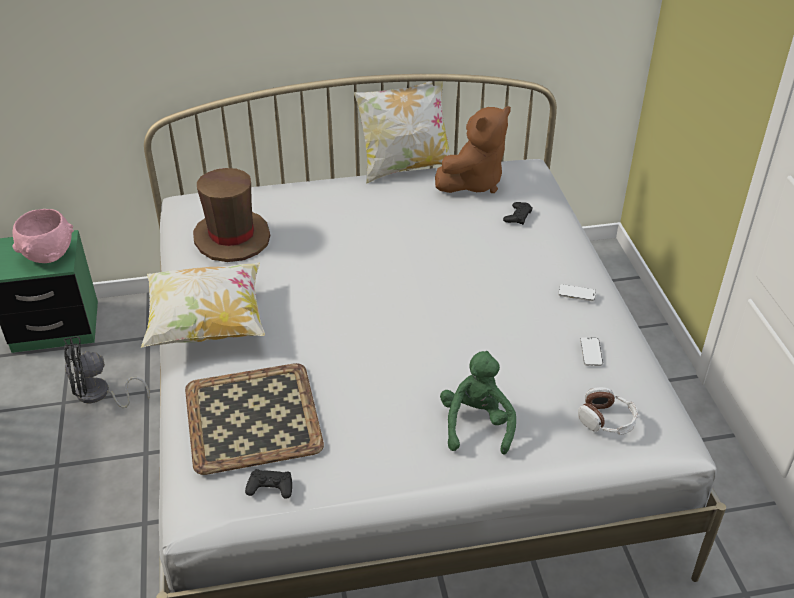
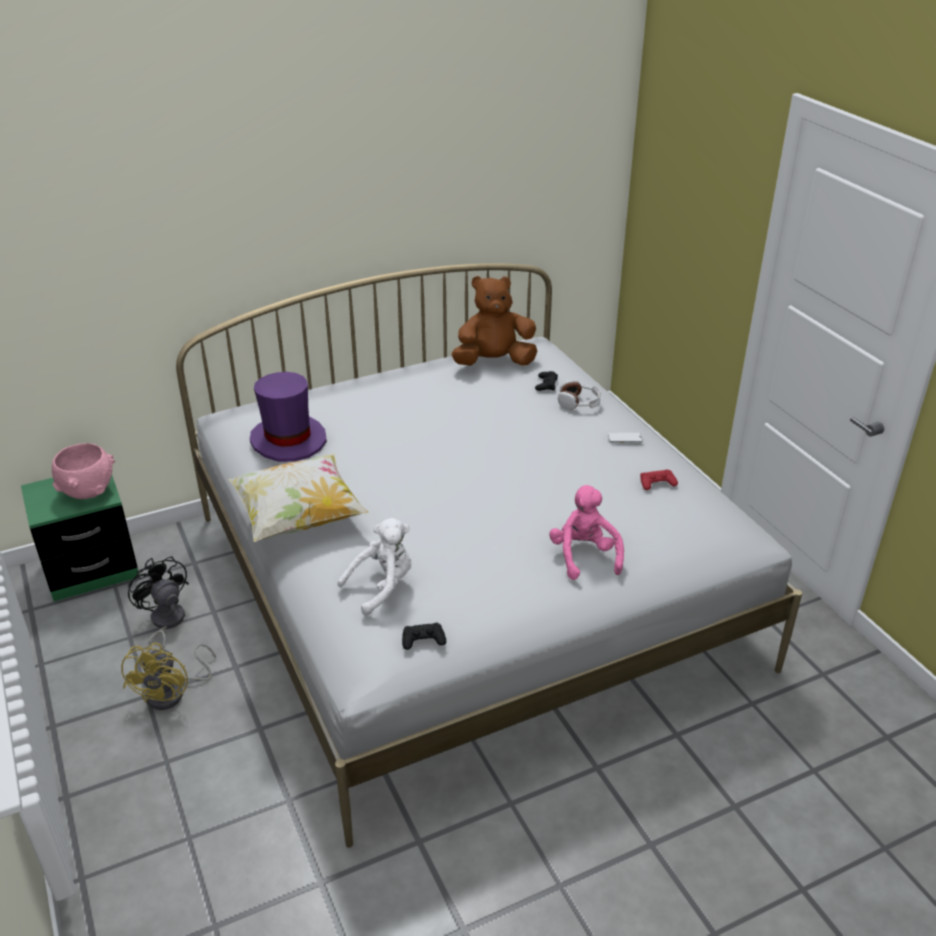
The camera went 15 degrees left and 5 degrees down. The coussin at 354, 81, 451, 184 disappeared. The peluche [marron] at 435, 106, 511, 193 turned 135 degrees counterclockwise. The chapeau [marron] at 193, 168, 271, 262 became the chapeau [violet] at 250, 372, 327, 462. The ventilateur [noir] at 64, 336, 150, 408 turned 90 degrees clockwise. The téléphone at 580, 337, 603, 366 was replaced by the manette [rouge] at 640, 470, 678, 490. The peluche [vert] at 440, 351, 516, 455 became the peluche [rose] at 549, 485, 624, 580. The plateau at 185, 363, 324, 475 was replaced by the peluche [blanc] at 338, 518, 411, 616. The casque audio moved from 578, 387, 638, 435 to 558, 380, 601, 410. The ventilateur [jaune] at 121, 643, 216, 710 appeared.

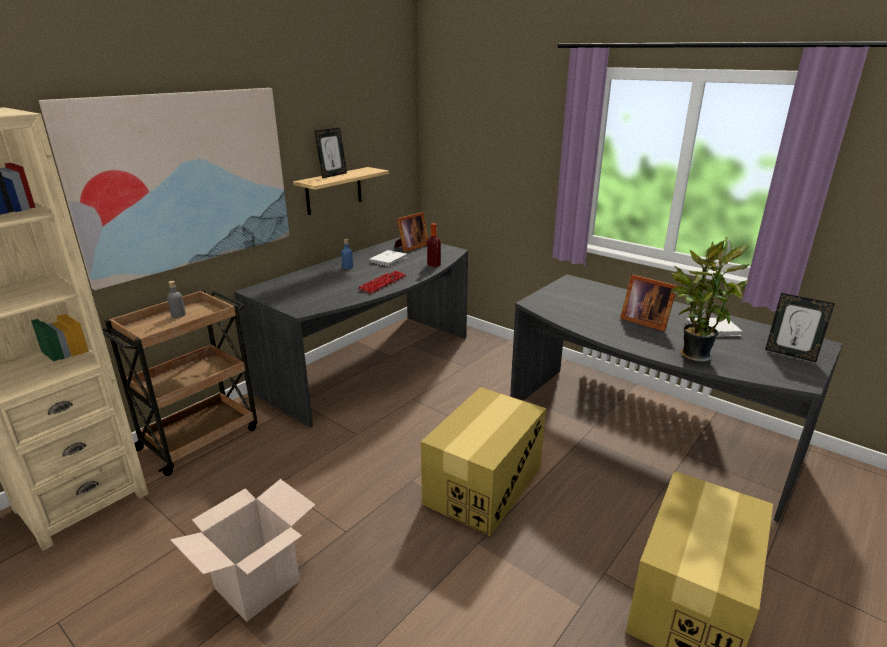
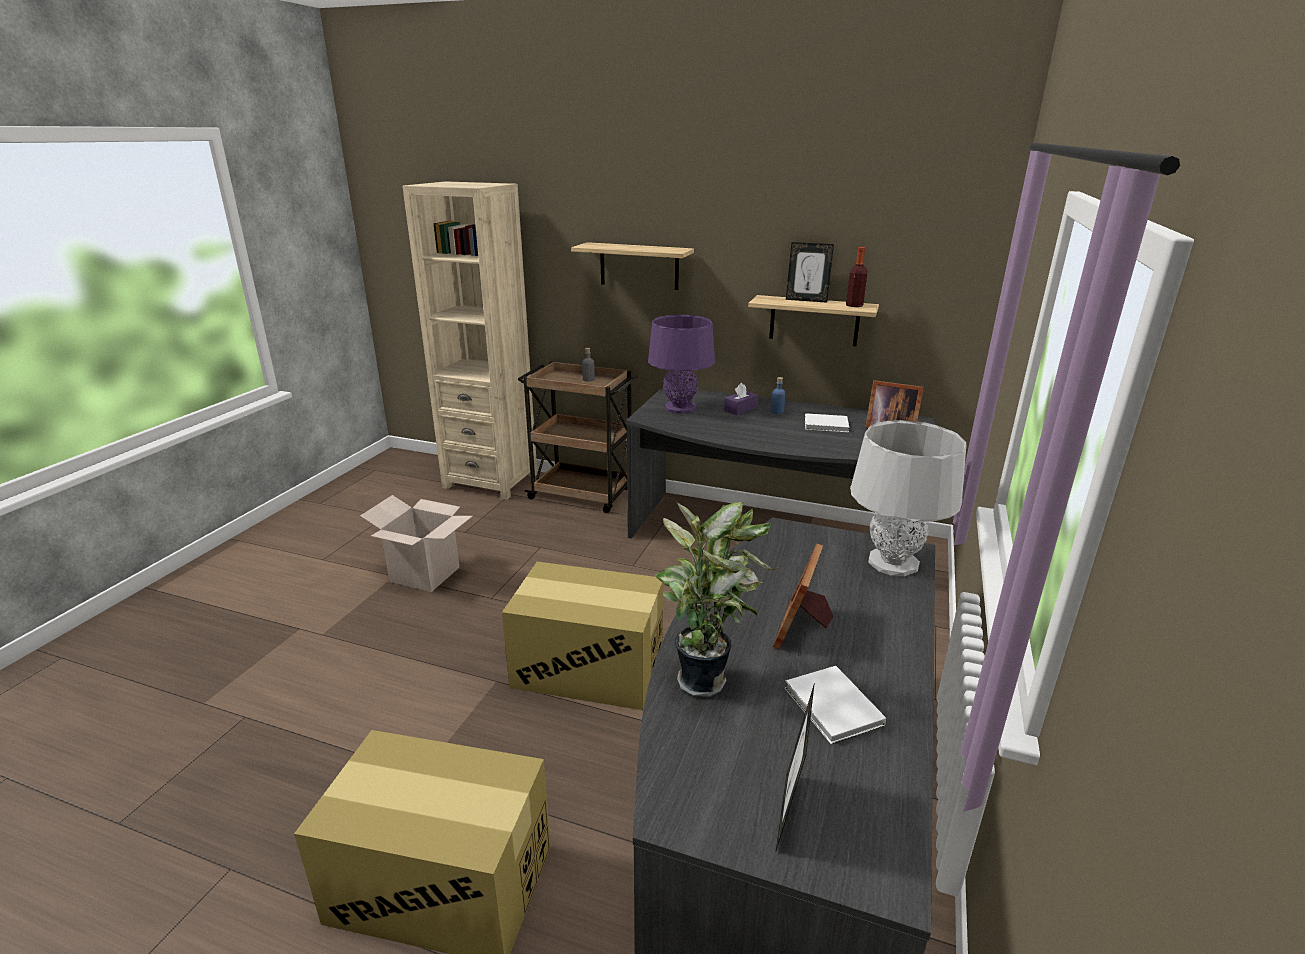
The camera went 70 degrees right and 0 degrees up. The tableau at 38, 88, 290, 290 was replaced by the étagère at 571, 242, 694, 290. The bouteille moved from 427, 223, 441, 267 to 846, 247, 868, 307. The clavier at 358, 271, 407, 294 disappeared. The lampe de table [violet] at 648, 314, 715, 414 appeared. The boîte à mouchoirs [violet] at 724, 383, 758, 415 appeared. The lampe de table [gris] at 850, 420, 966, 576 appeared.

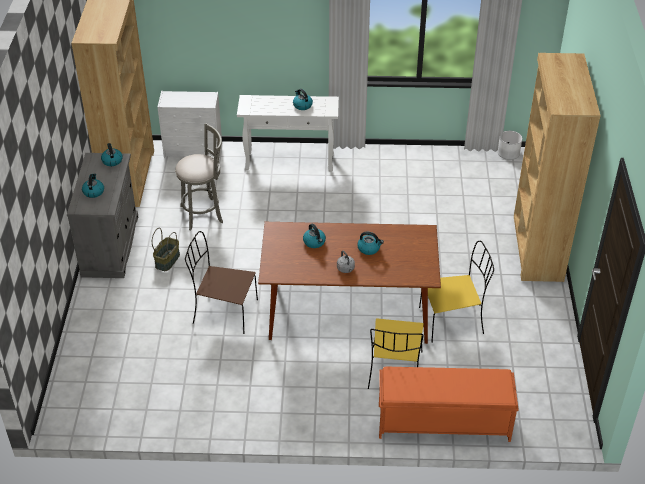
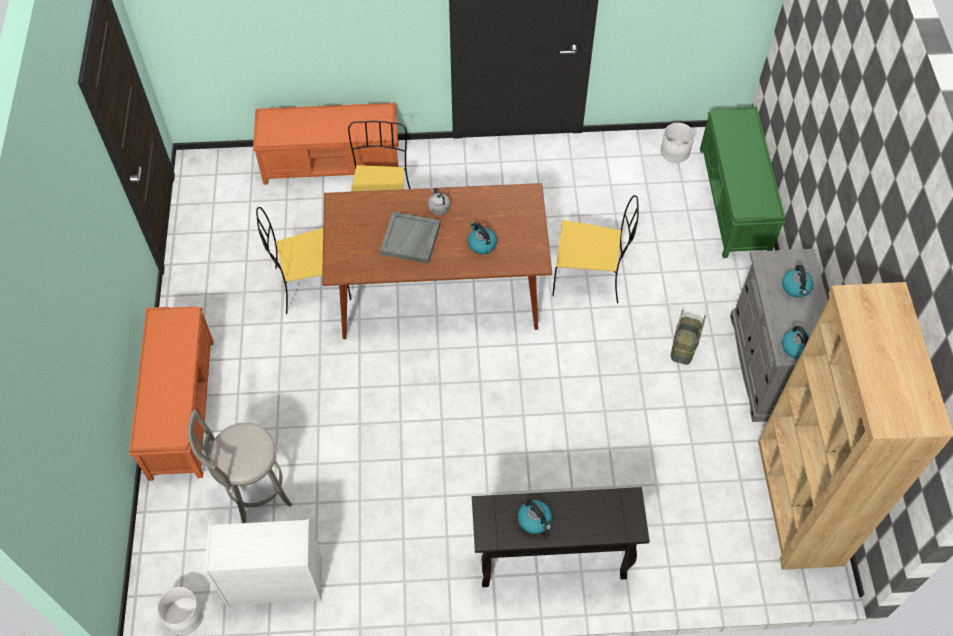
The camera went 175 degrees right and 15 degrees up. The bibliothèque [marron] at 514, 53, 601, 282 was replaced by the banc [orange] at 129, 306, 214, 481. The commode [blanc] moved from 157, 91, 222, 159 to 205, 519, 322, 607. The table console [blanc] at 237, 95, 339, 172 became the table console [noir] at 472, 487, 650, 587. The tabouret [gris] moved from 175, 123, 223, 231 to 188, 409, 292, 523. The chaise [marron] at 185, 231, 258, 334 became the chaise [jaune] at 552, 195, 639, 304. The bouilloire at 357, 232, 384, 255 was replaced by the plateau [gris] at 380, 212, 441, 264. The banc [vert] at 700, 107, 785, 258 appeared. The cache-pot [blanc] at 661, 123, 695, 163 appeared.

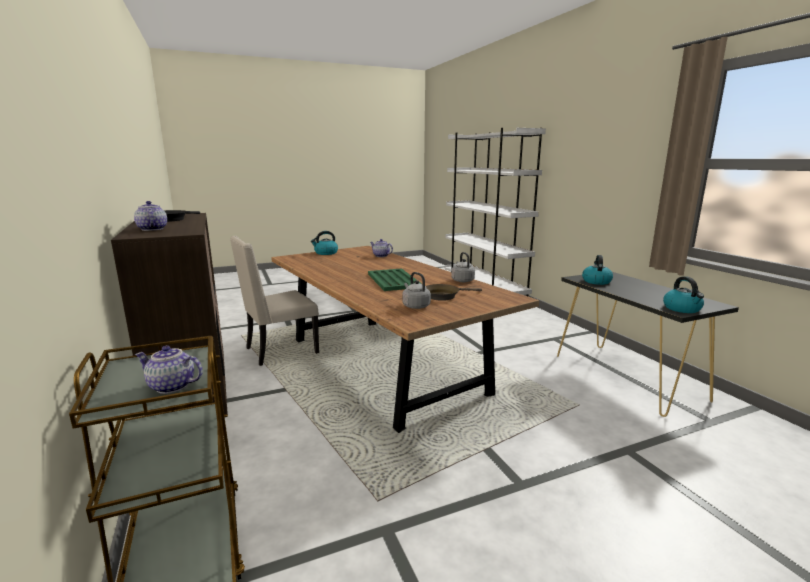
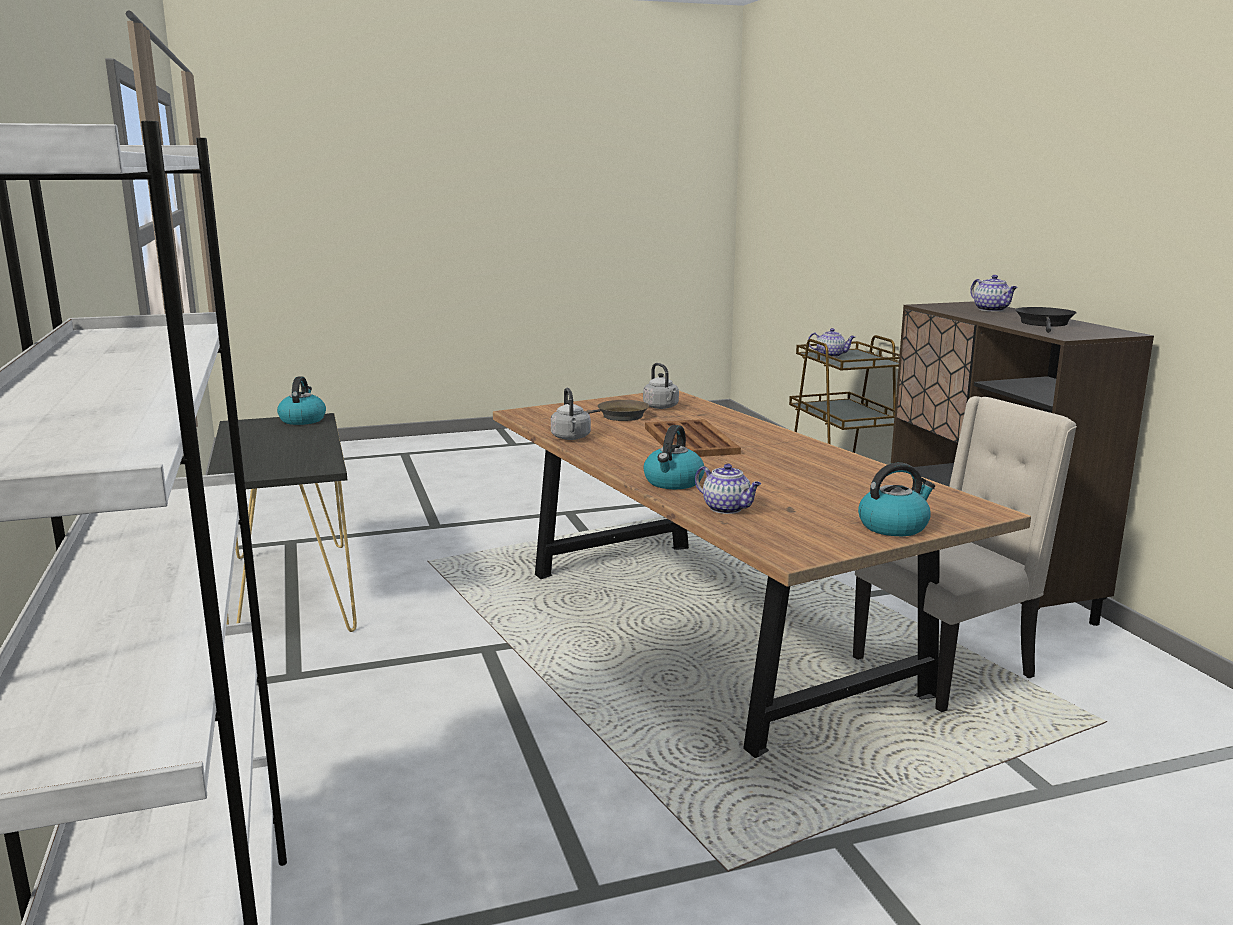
The camera went 175 degrees left and 0 degrees up. The bouilloire moved from 582, 255, 613, 285 to 643, 425, 705, 489. The plateau [vert] at 368, 268, 422, 291 became the plateau [marron] at 645, 419, 741, 457.

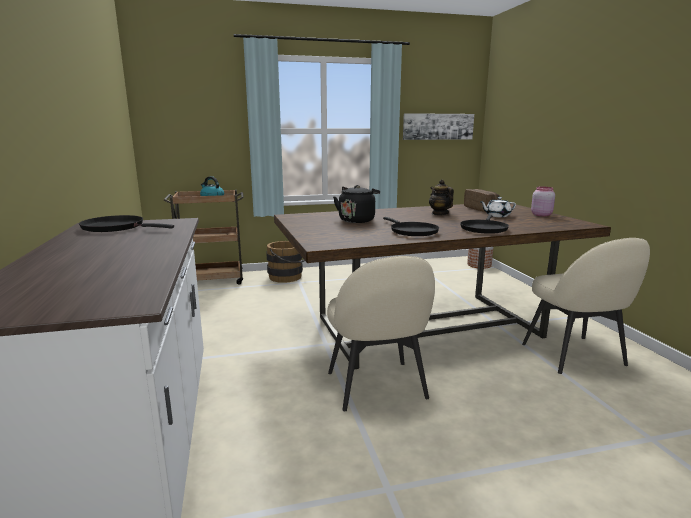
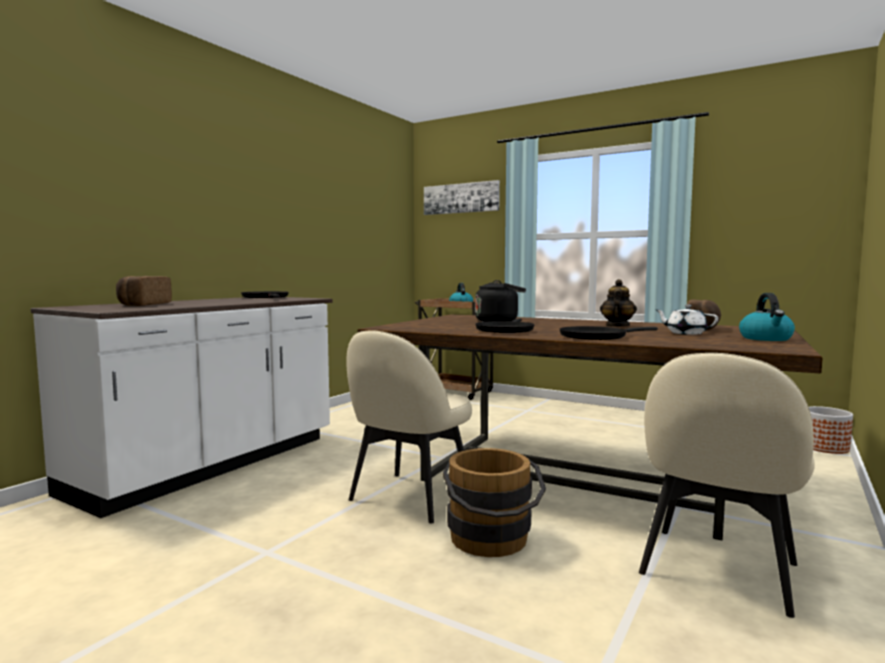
The camera went 45 degrees right and 10 degrees down. The tableau moved from 403, 113, 474, 140 to 424, 180, 500, 215. The bocal [rose] at 531, 187, 555, 216 was replaced by the bouilloire at 739, 293, 795, 341. The seau [marron] moved from 266, 241, 305, 283 to 442, 448, 546, 557. The pain at 116, 276, 172, 306 appeared.

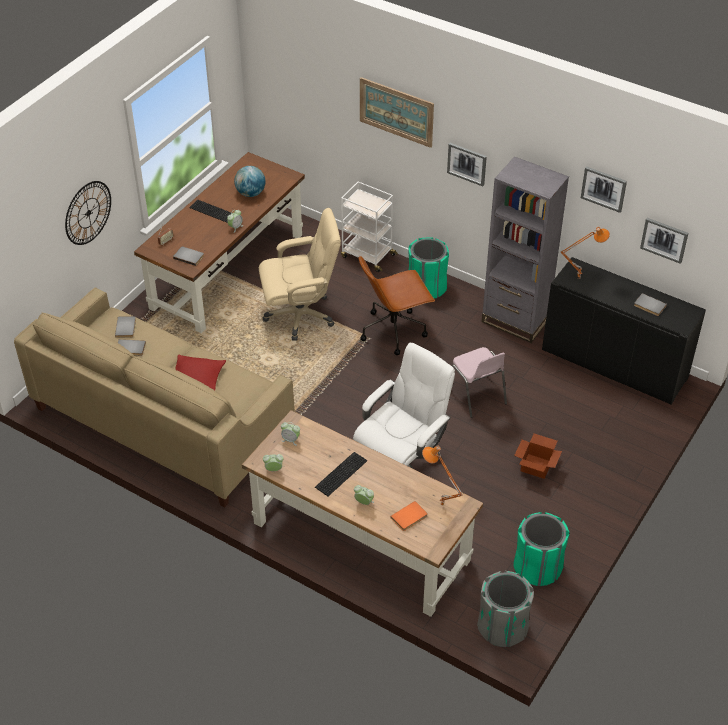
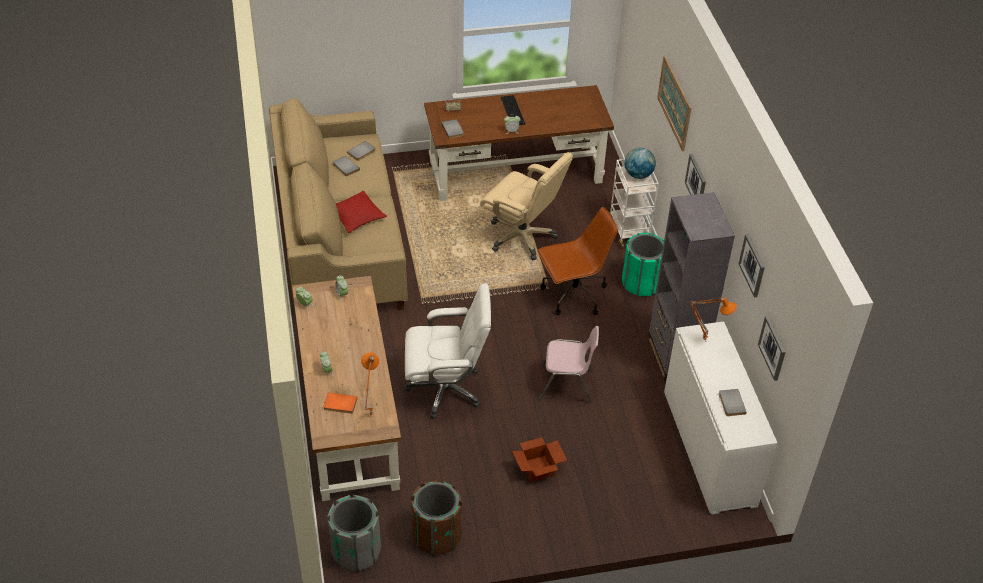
The camera went 45 degrees right and 0 degrees up. The globe moved from 234, 166, 265, 197 to 624, 148, 656, 179. The horloge murale at 65, 181, 111, 245 disappeared. The chaise de bureau [marron] at 359, 256, 435, 355 turned 135 degrees clockwise. The meuble de rangement [noir] at 542, 257, 706, 405 became the meuble de rangement [blanc] at 664, 321, 777, 514. The chaise [rose] at 452, 347, 507, 418 turned 105 degrees counterclockwise. The clavier at 315, 452, 367, 496 disappeared. The poubelle [vert] at 513, 512, 569, 586 became the poubelle [marron] at 411, 480, 462, 555.

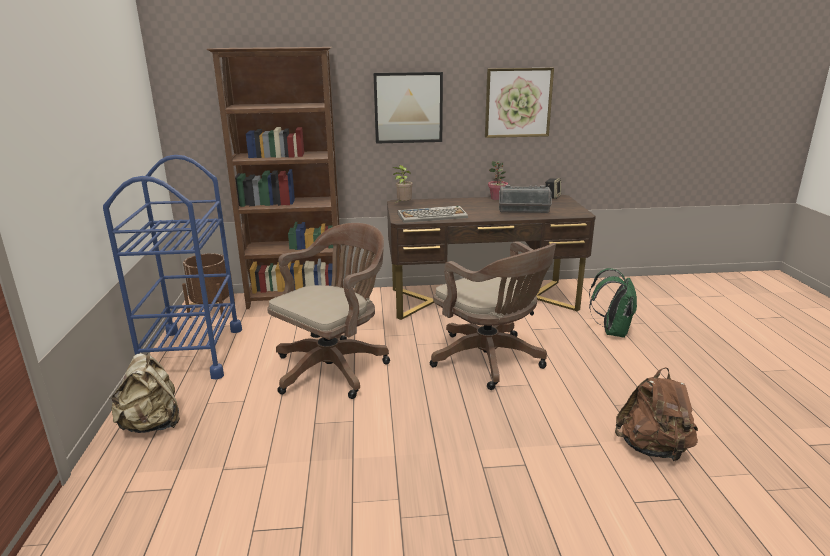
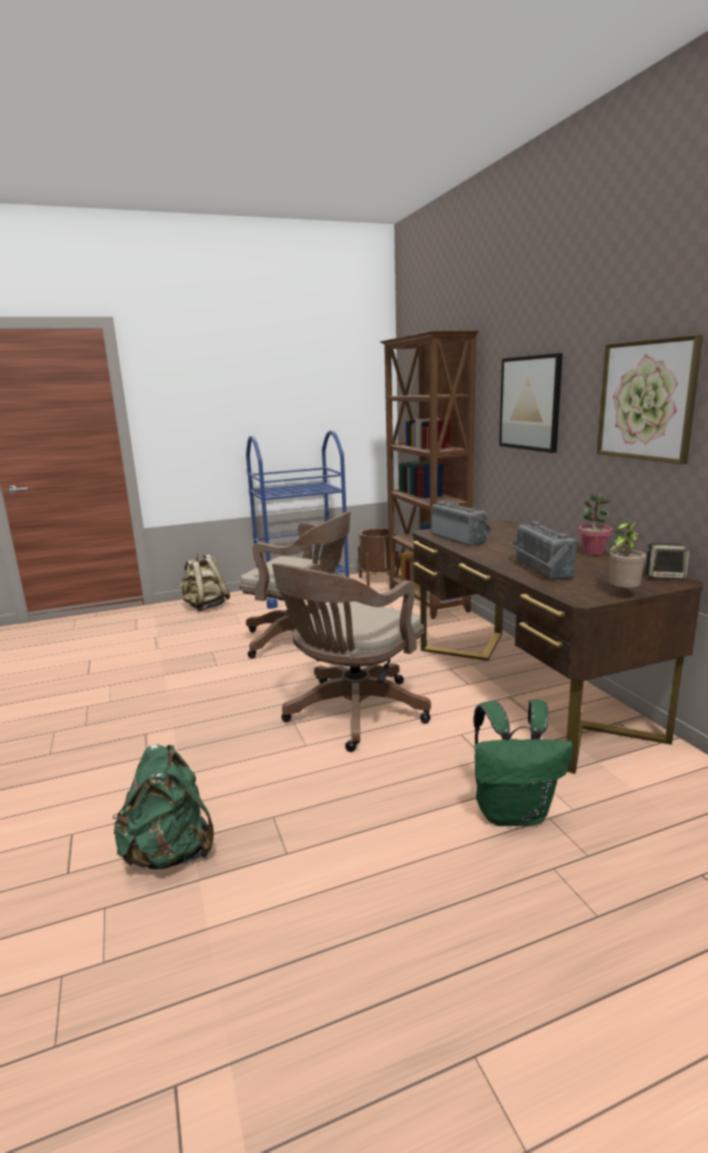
The camera went 75 degrees right and 5 degrees down. The plante en pot moved from 392, 165, 413, 202 to 609, 519, 646, 588. The clavier at 398, 206, 468, 223 was replaced by the radio at 431, 501, 492, 546. The sac à dos [marron] at 615, 367, 698, 462 became the sac à dos [vert] at 113, 744, 214, 869.

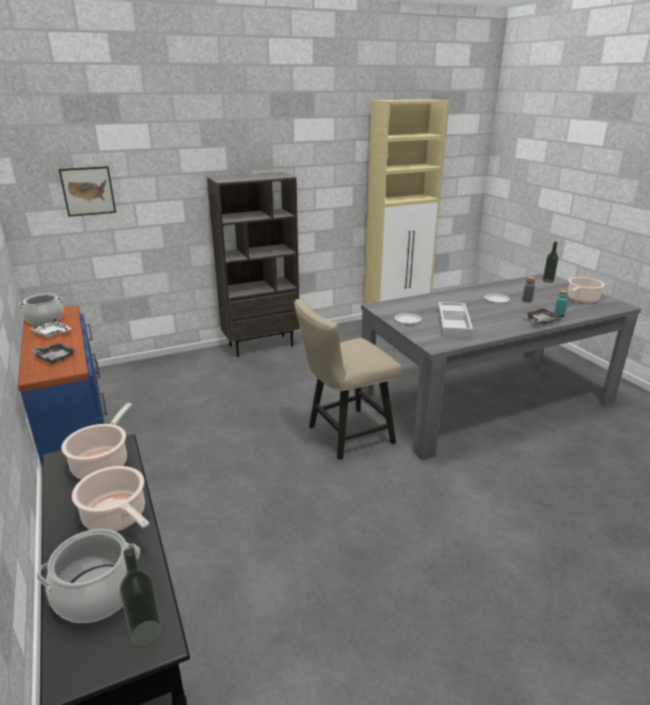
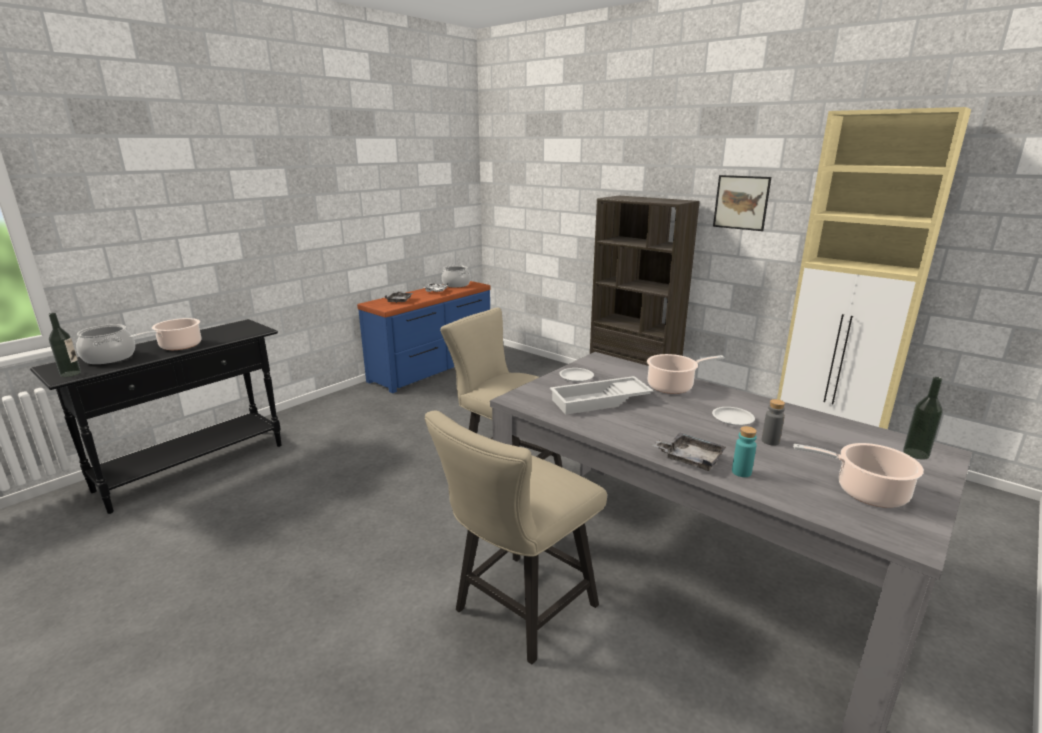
The camera went 65 degrees right and 5 degrees down. The tableau moved from 59, 166, 116, 217 to 713, 175, 771, 231. The marmite moved from 61, 403, 132, 479 to 647, 354, 724, 394. The chaise [beige] at 424, 411, 607, 664 appeared.

